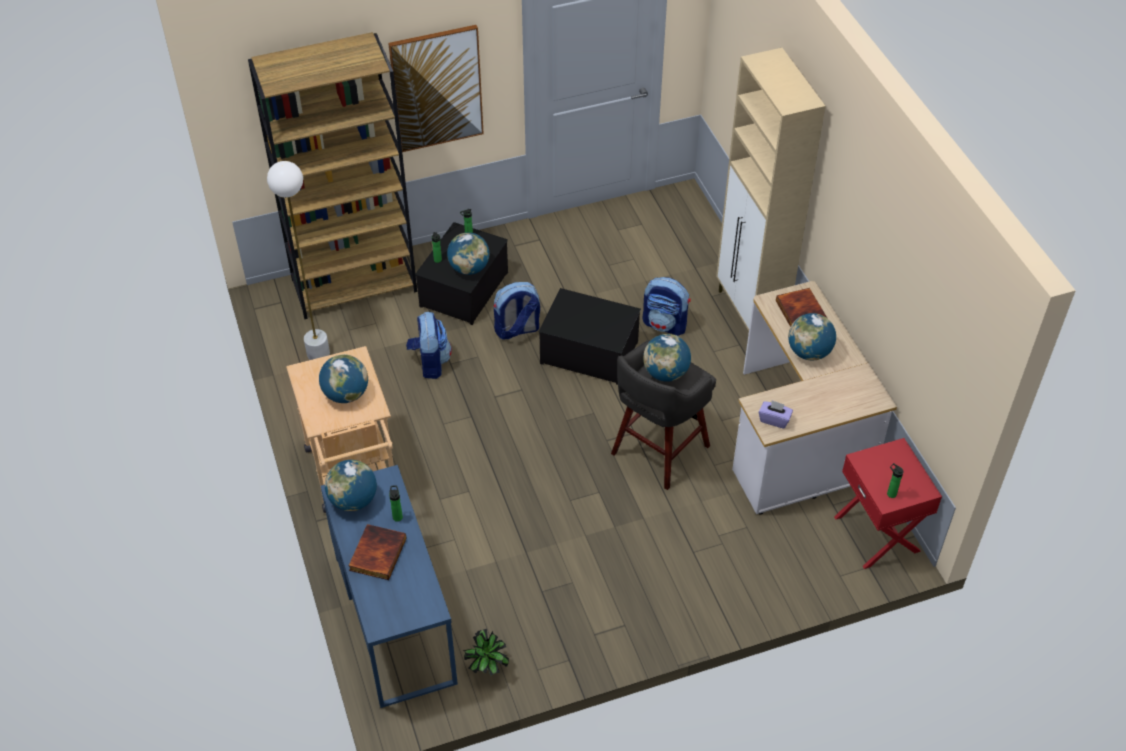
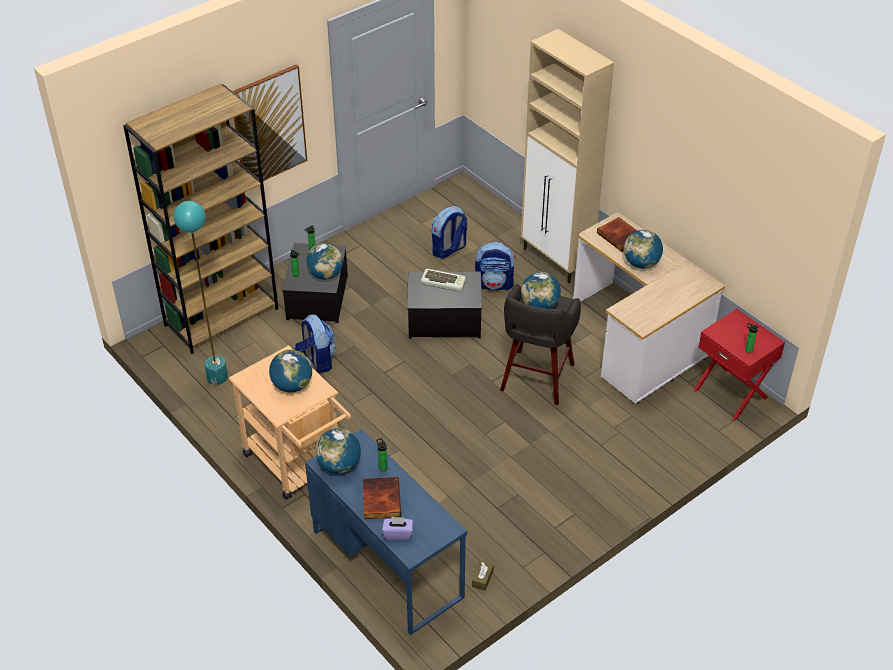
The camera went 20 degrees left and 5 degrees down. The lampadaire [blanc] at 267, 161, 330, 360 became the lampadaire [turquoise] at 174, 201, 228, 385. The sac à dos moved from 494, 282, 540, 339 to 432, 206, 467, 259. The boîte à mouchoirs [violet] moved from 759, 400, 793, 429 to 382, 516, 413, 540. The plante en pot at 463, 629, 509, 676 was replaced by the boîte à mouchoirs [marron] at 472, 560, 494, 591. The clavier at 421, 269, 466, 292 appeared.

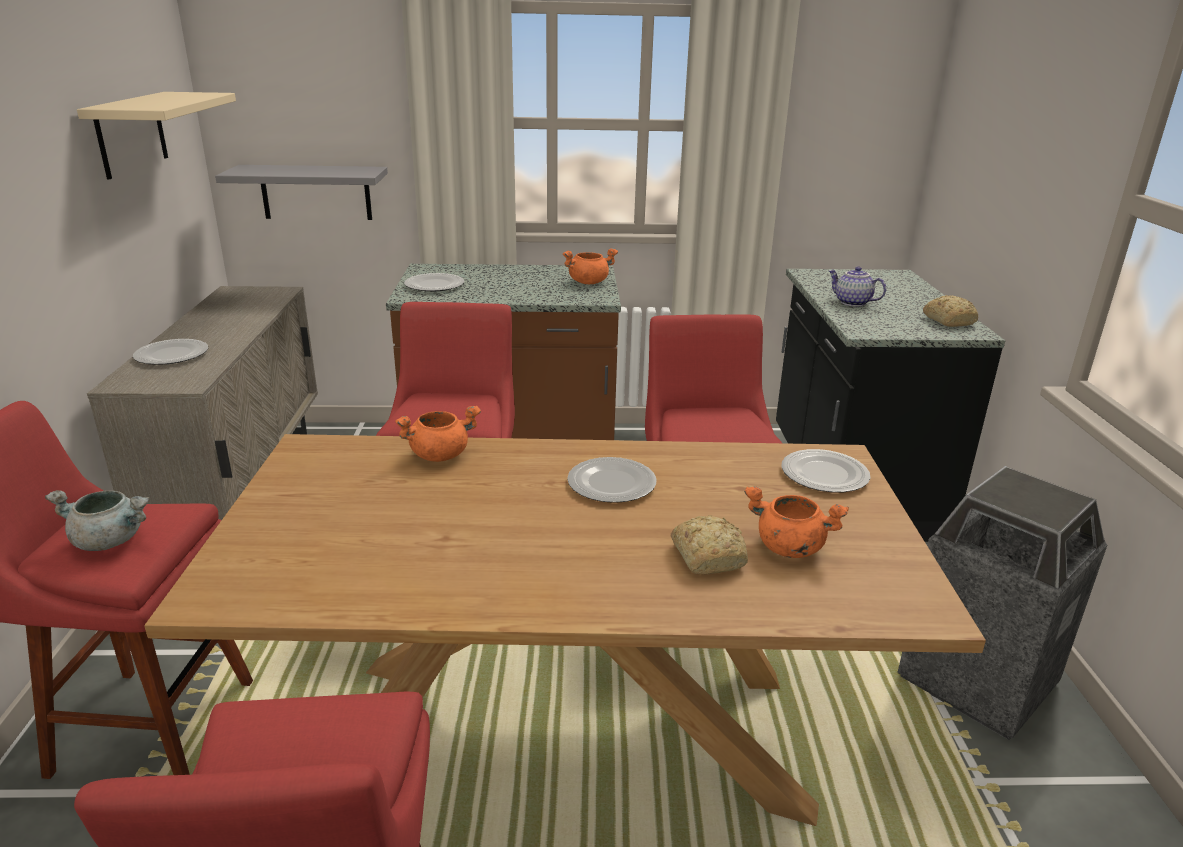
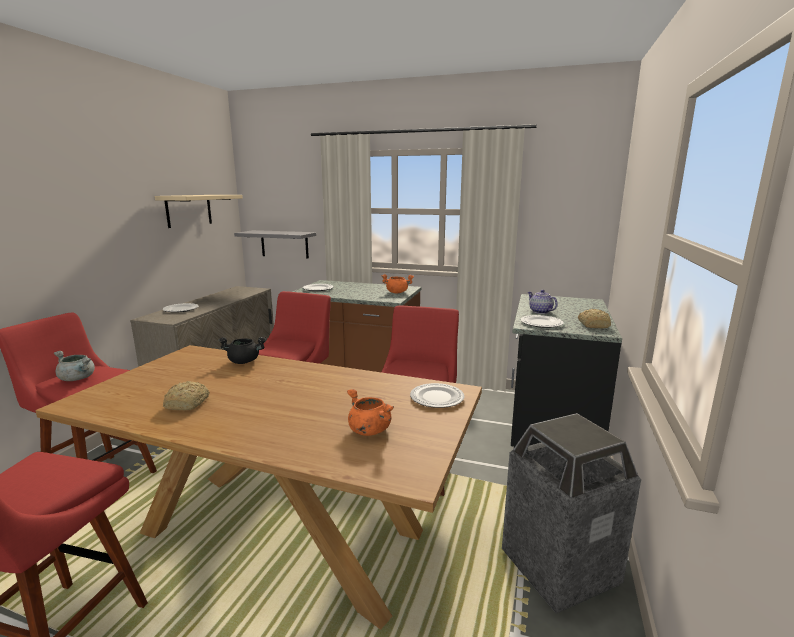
The camera went 20 degrees right and 10 degrees down. The marmite [orange] at 395, 406, 481, 462 became the marmite [noir] at 218, 337, 266, 364. The assiette moved from 567, 457, 657, 503 to 520, 315, 564, 328. The pain moved from 671, 515, 748, 574 to 163, 381, 210, 410.

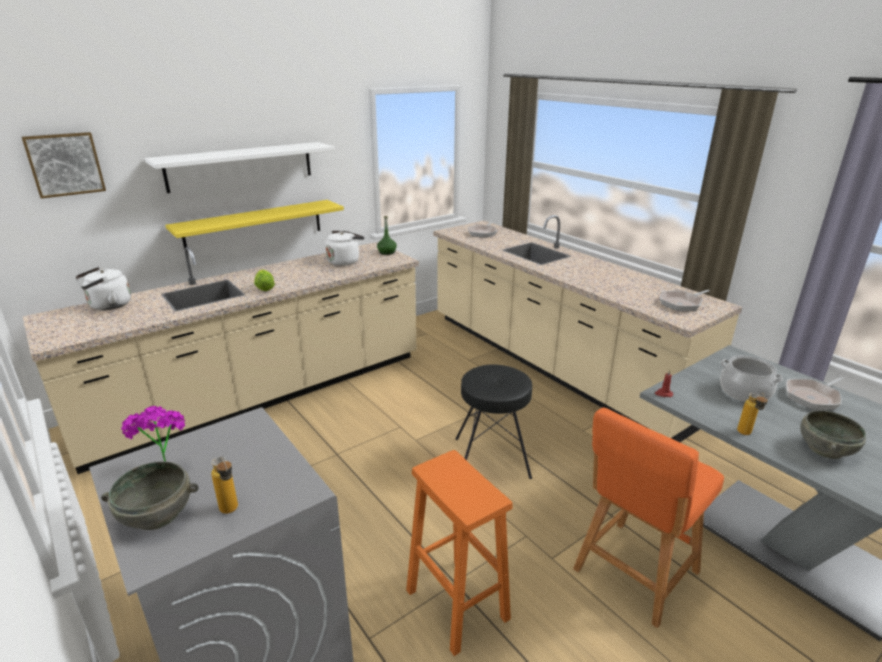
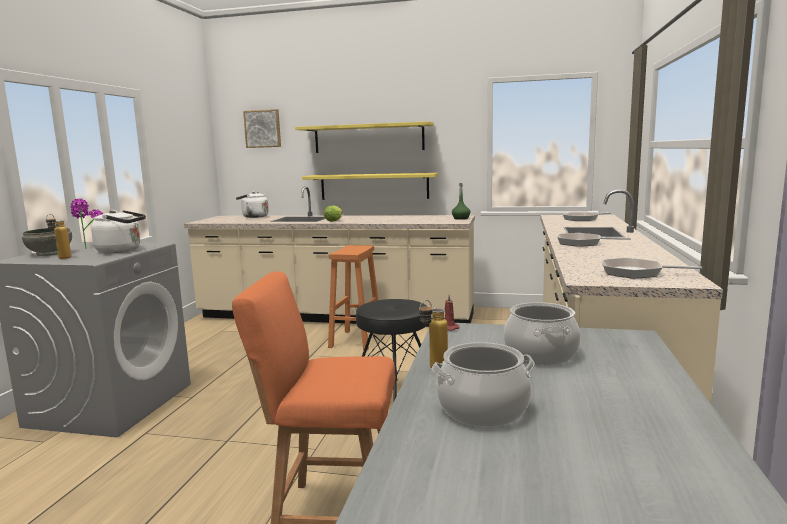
The camera went 50 degrees right and 15 degrees down. The étagère [blanc] at 145, 142, 335, 193 became the étagère [jaune] at 295, 121, 434, 153. The bouilloire [blanc] moved from 325, 231, 364, 266 to 91, 210, 146, 253. The poêle moved from 786, 377, 844, 410 to 557, 233, 631, 247. The bol [gris] at 800, 410, 866, 459 was replaced by the marmite at 432, 342, 534, 427. The tabouret [orange] moved from 406, 450, 513, 656 to 328, 245, 381, 351.

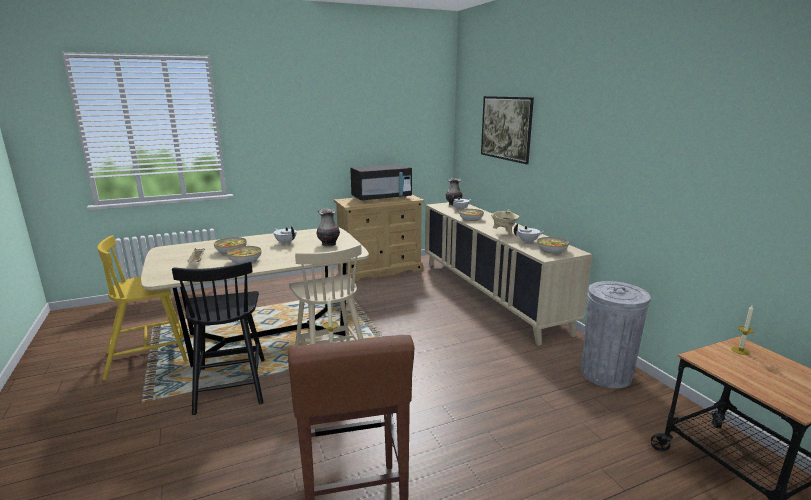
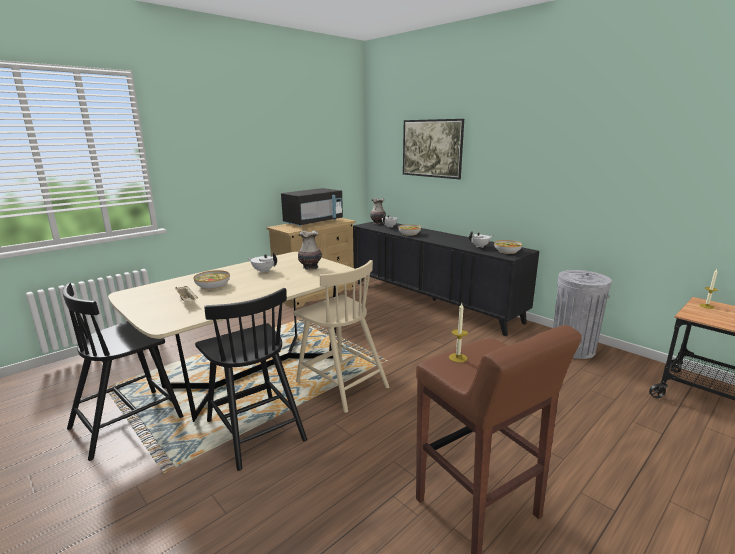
The camera went 20 degrees left and 0 degrees up. The meuble de rangement [beige] at 425, 202, 592, 346 became the meuble de rangement [noir] at 353, 221, 539, 336. The marmite [beige] at 491, 209, 519, 236 disappeared. The chaise [jaune] at 97, 236, 188, 380 became the chaise [noir] at 62, 283, 183, 461. The bol at 227, 246, 261, 264 disappeared.

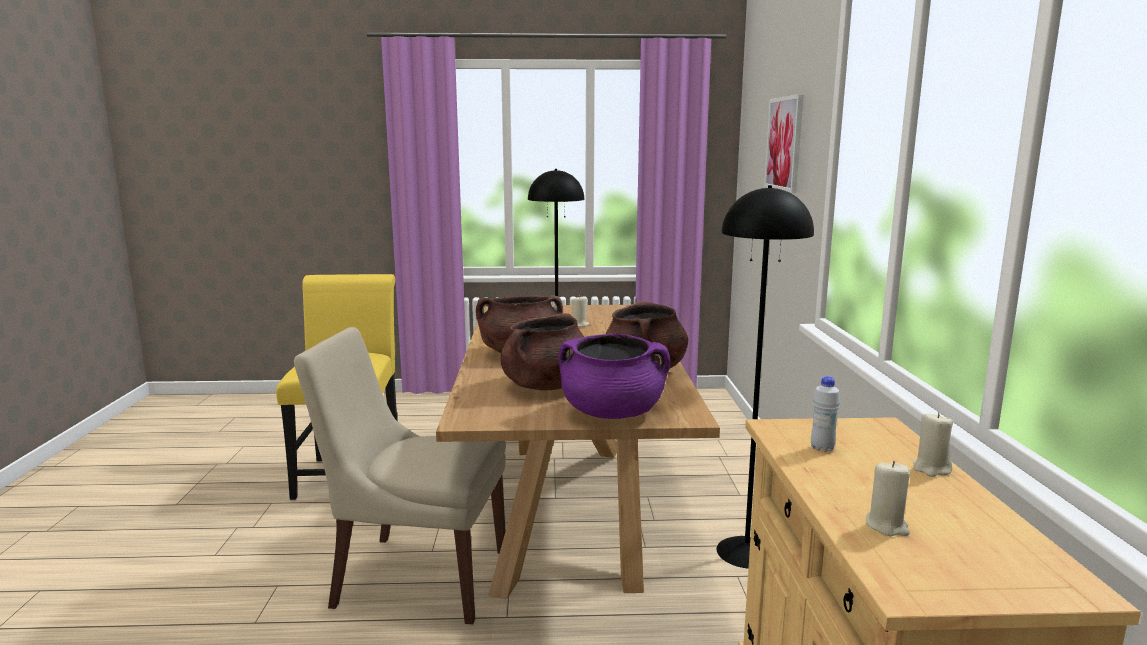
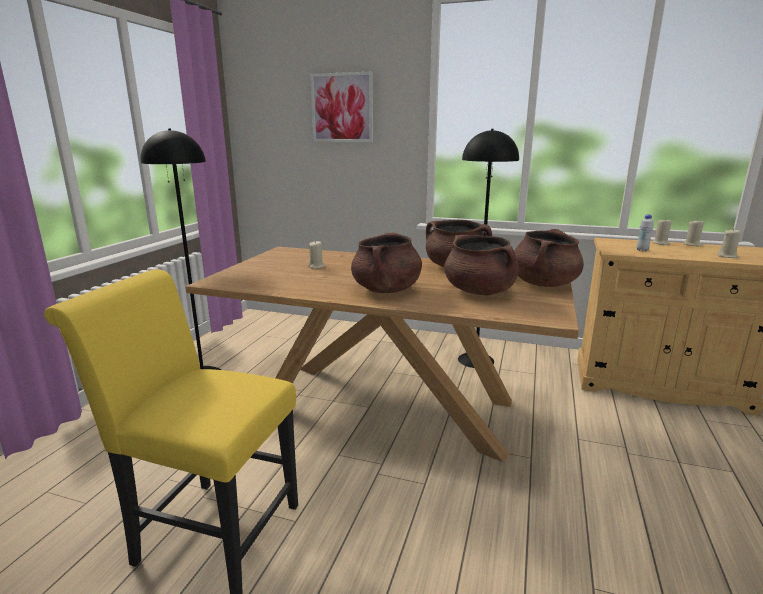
The camera went 70 degrees left and 5 degrees up. The chaise [beige] at 294, 327, 506, 625 disappeared. The marmite [violet] at 559, 334, 670, 419 became the marmite [marron] at 514, 229, 584, 287. The bougie [beige] at 683, 219, 704, 247 appeared.

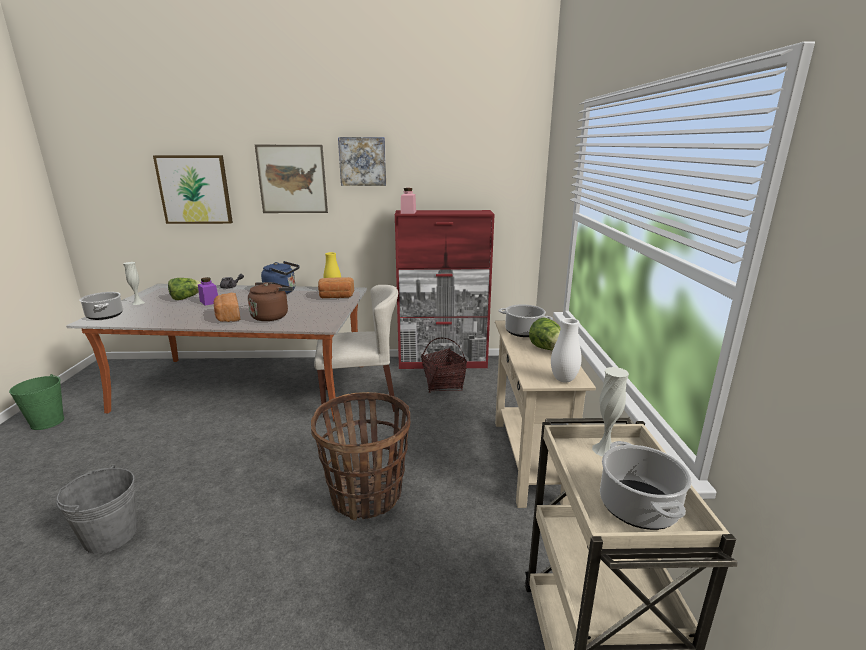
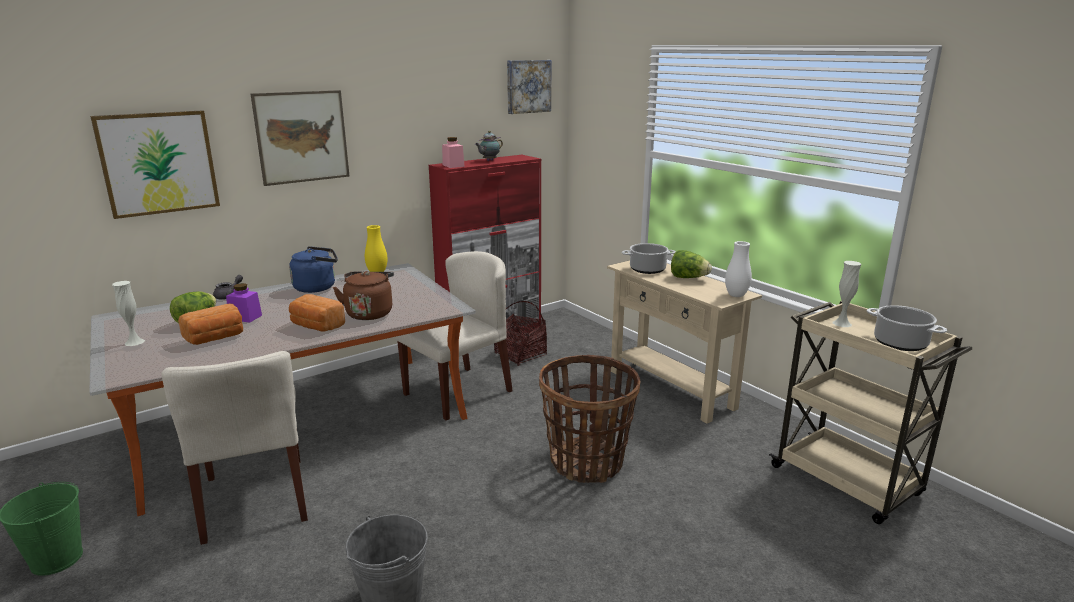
The camera went 35 degrees left and 0 degrees up. The tableau moved from 338, 137, 386, 186 to 507, 60, 552, 114. The pain moved from 318, 277, 354, 298 to 178, 304, 243, 345. The marmite at 79, 292, 123, 320 disappeared. The théière at 475, 131, 503, 161 appeared. The chaise [beige] at 161, 351, 308, 545 appeared.

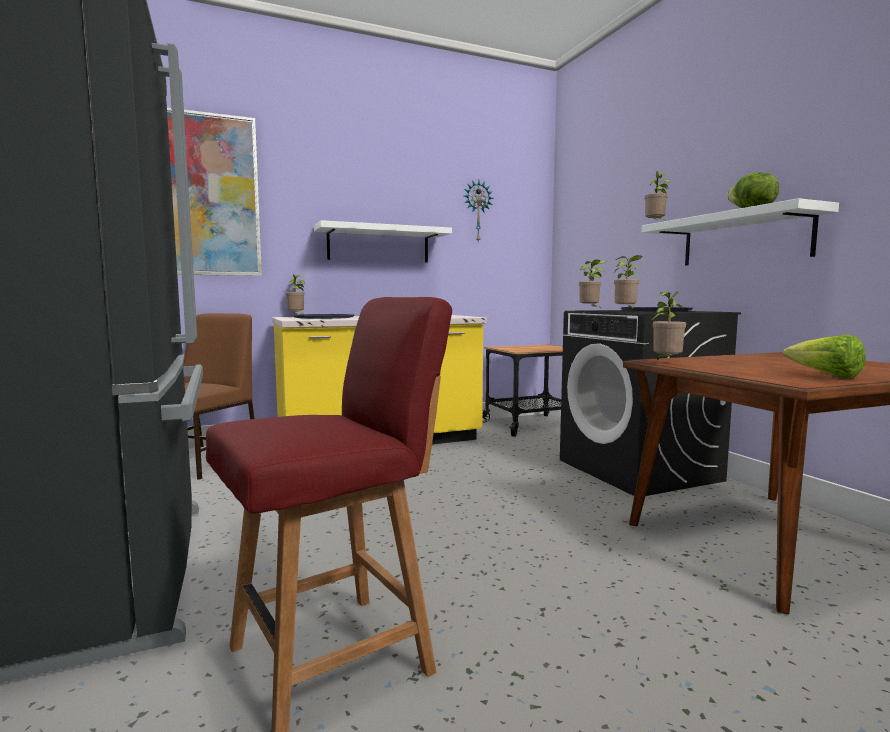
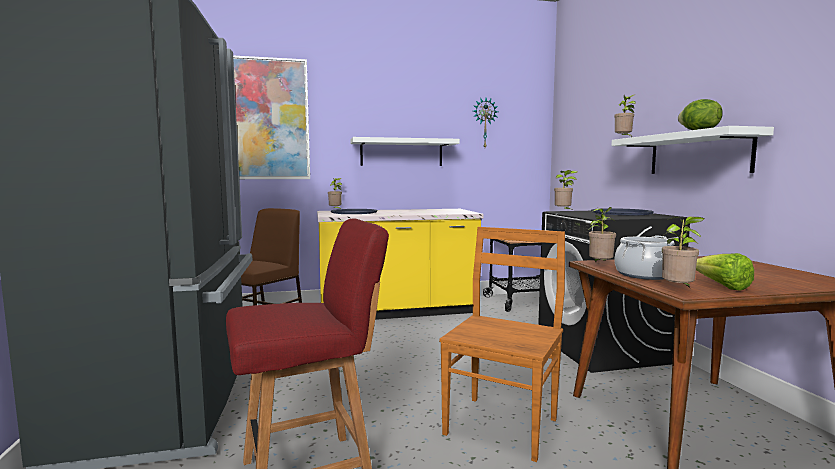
The camera went 10 degrees right and 0 degrees up. The plante en pot moved from 614, 255, 643, 312 to 662, 216, 705, 289. The chaise [marron] at 439, 227, 565, 462 appeared. The marmite at 615, 236, 675, 280 appeared.

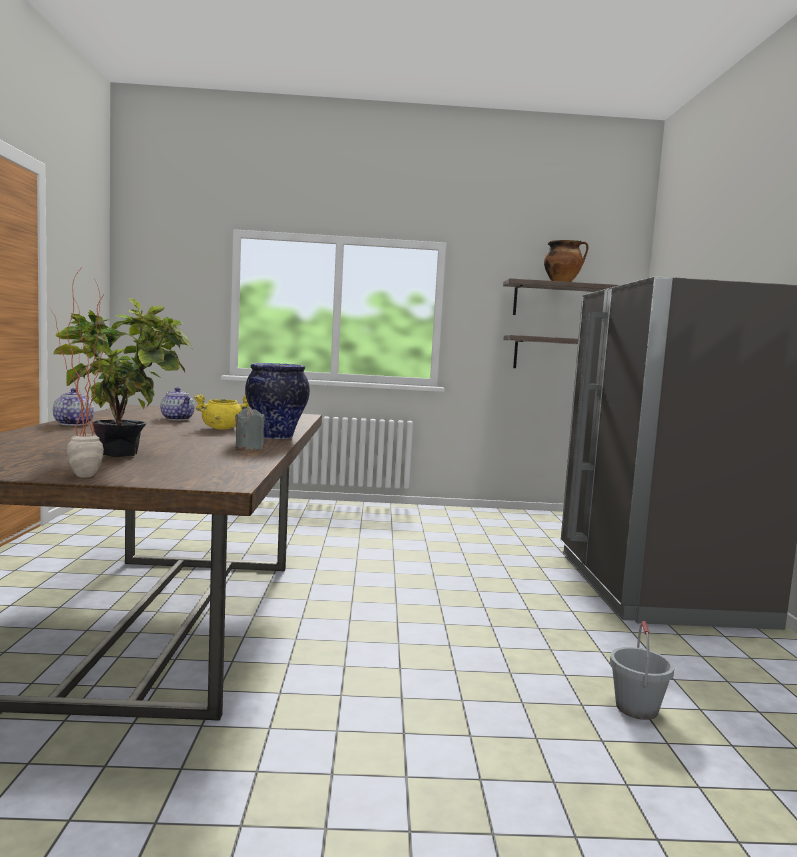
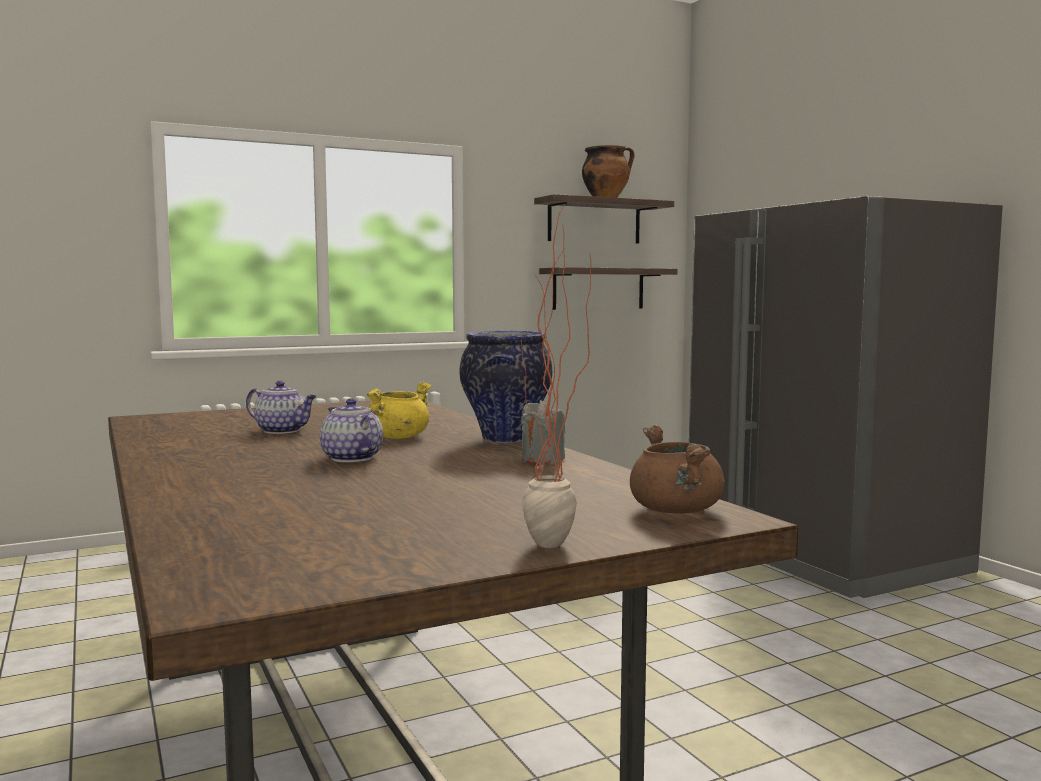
The camera went 25 degrees left and 0 degrees up. The plante en pot at 54, 298, 192, 457 disappeared. The théière moved from 53, 388, 94, 426 to 320, 398, 383, 462. The seau [gris] at 610, 621, 674, 720 disappeared. The marmite [marron] at 630, 425, 724, 514 appeared.

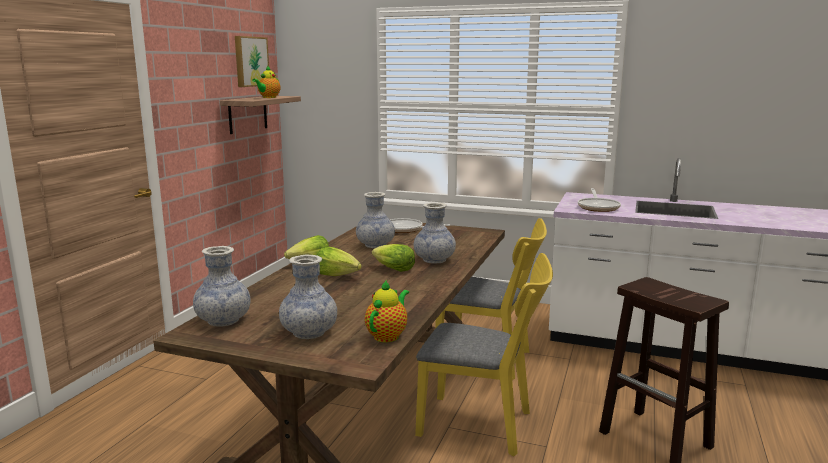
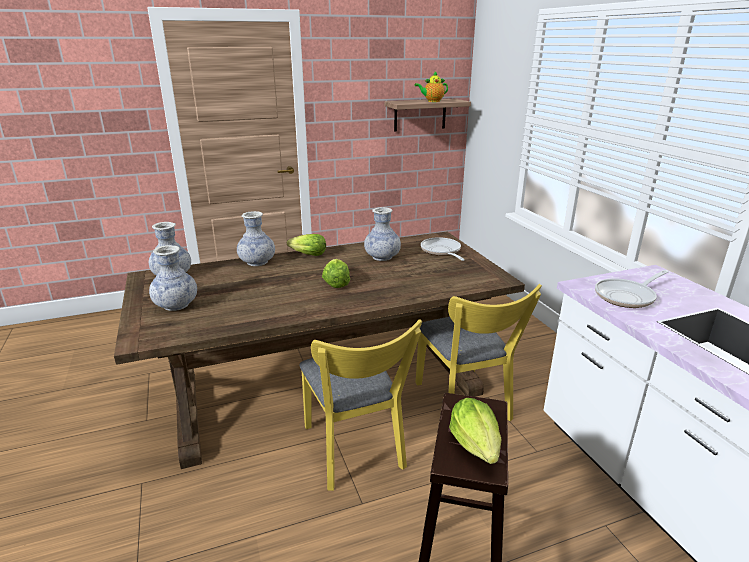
The camera went 50 degrees right and 10 degrees up. The tableau at 235, 36, 269, 87 disappeared. The vase moved from 414, 202, 456, 264 to 237, 211, 275, 266. The laitue moved from 316, 247, 362, 276 to 449, 398, 502, 464. The théière at 365, 280, 409, 342 disappeared.

